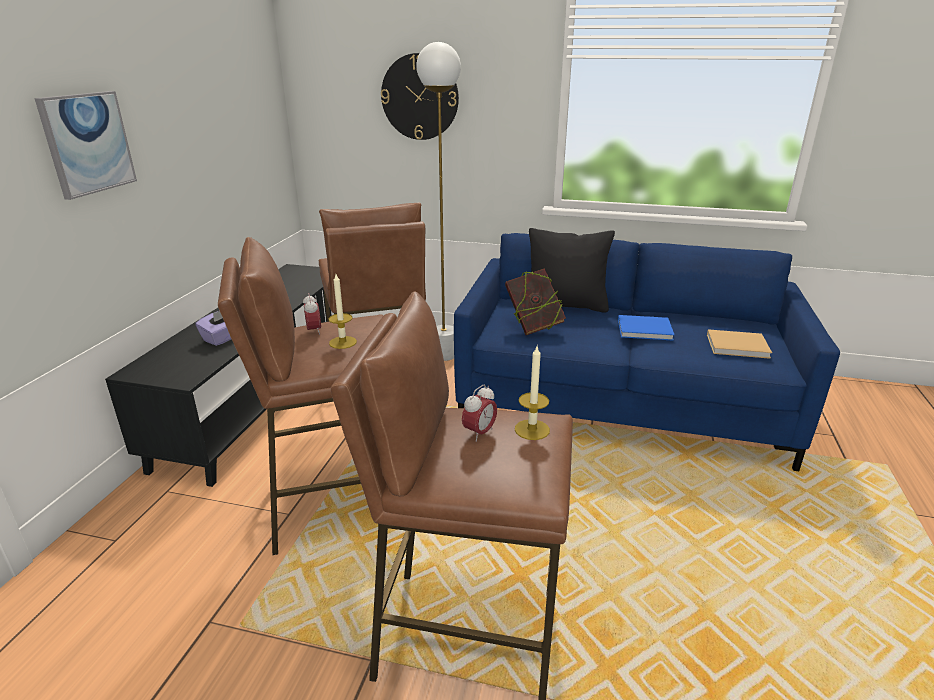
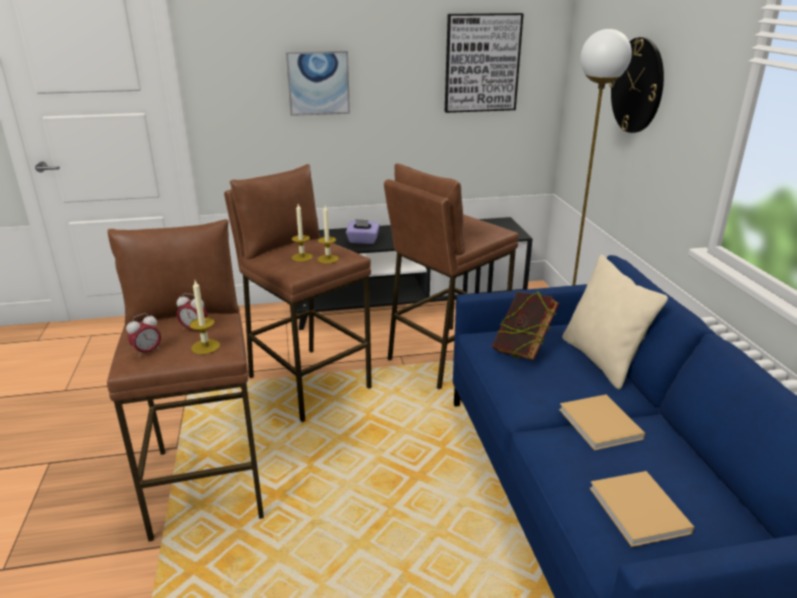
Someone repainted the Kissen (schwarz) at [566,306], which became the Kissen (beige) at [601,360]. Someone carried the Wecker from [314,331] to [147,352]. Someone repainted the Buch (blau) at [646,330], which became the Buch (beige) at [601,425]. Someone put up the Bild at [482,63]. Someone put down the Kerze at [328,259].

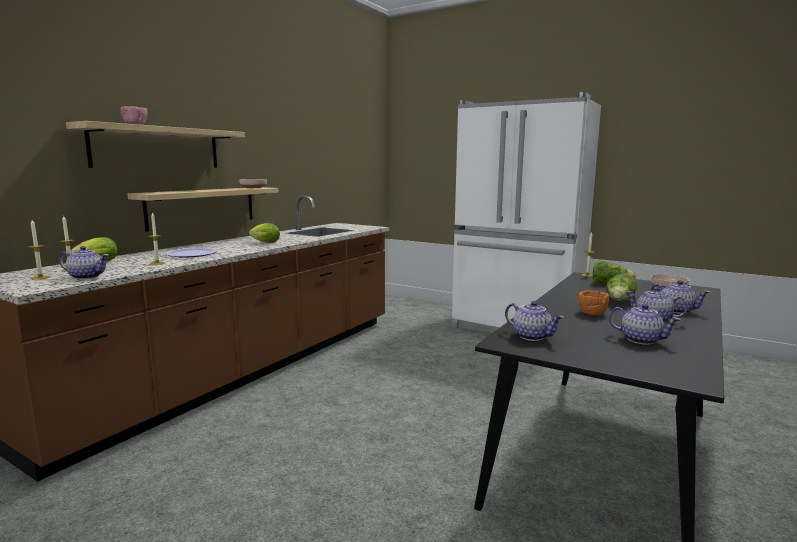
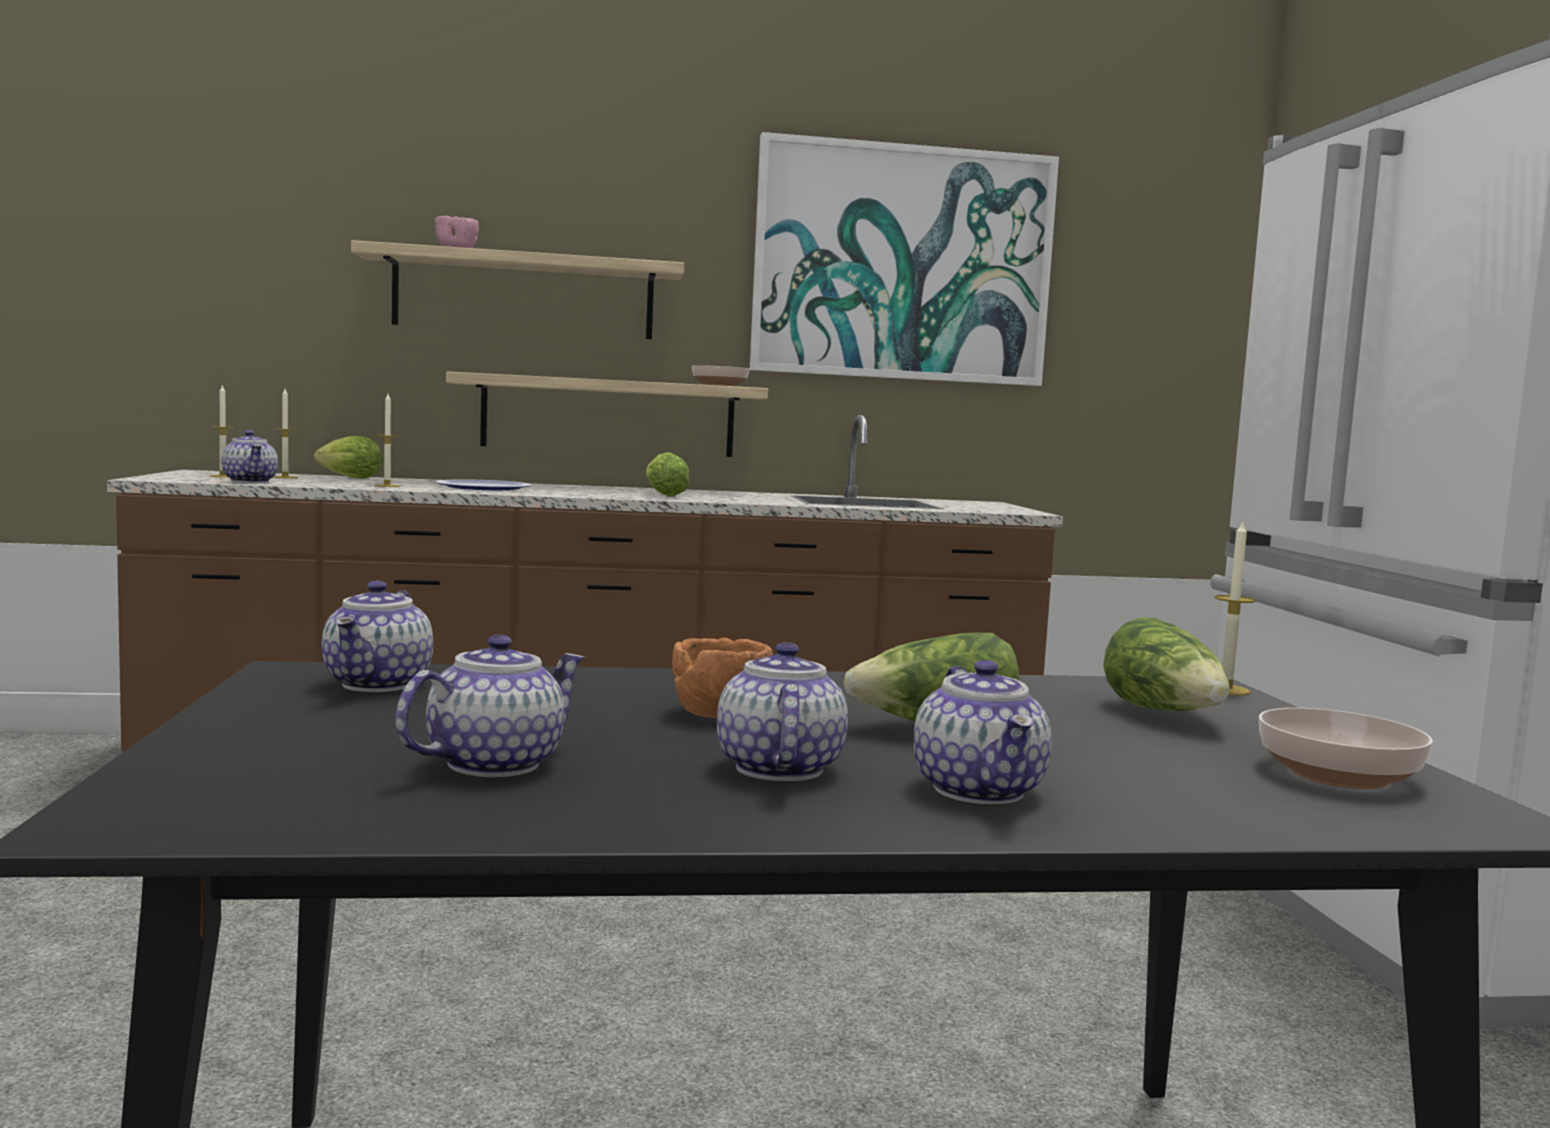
Someone rotated the Teekanne at [641,340] by 135 degrees counterclockwise. Someone put up the Bild at [902,264].

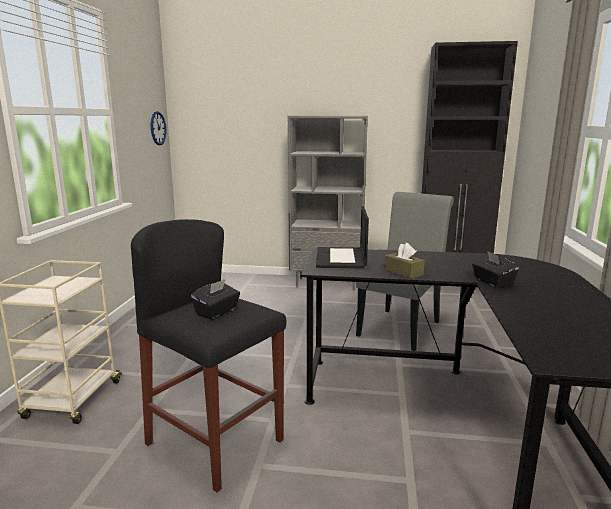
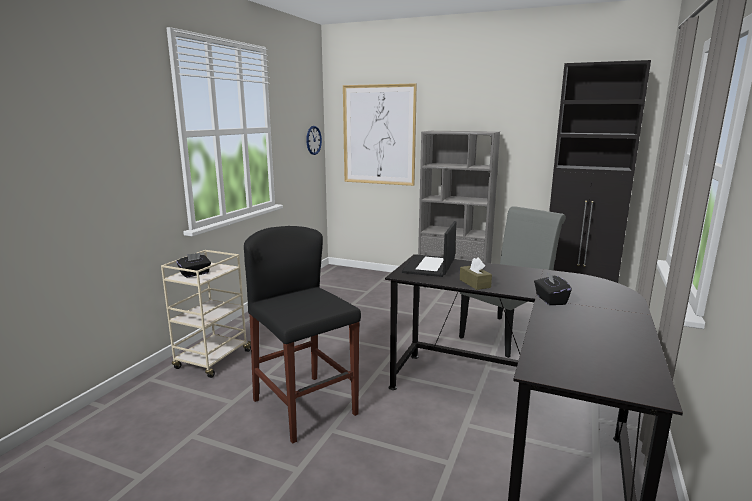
Someone carried the Taschentuchbox (schwarz) from [217,312] to [195,274]. Someone put up the Bild at [379,135].

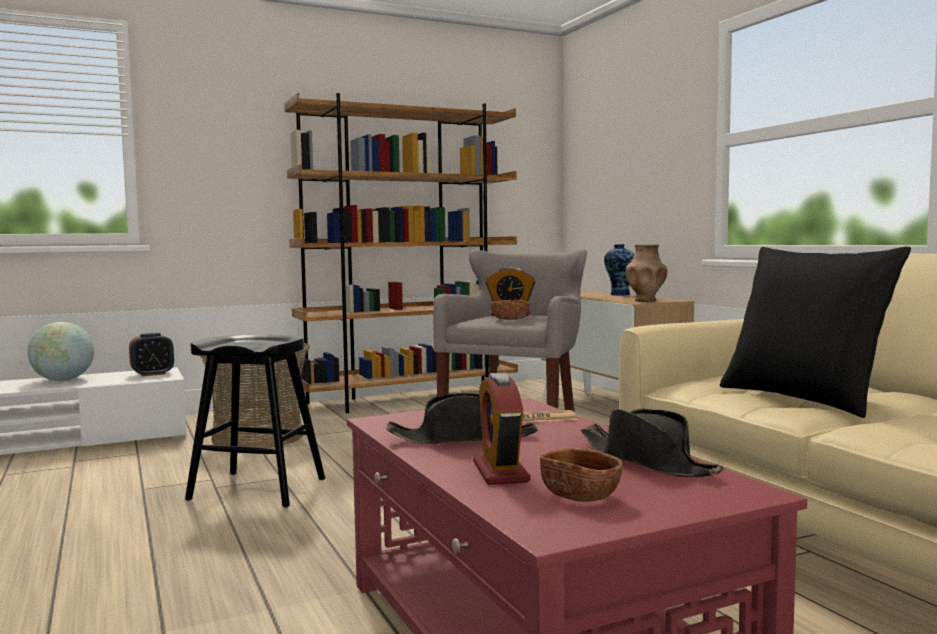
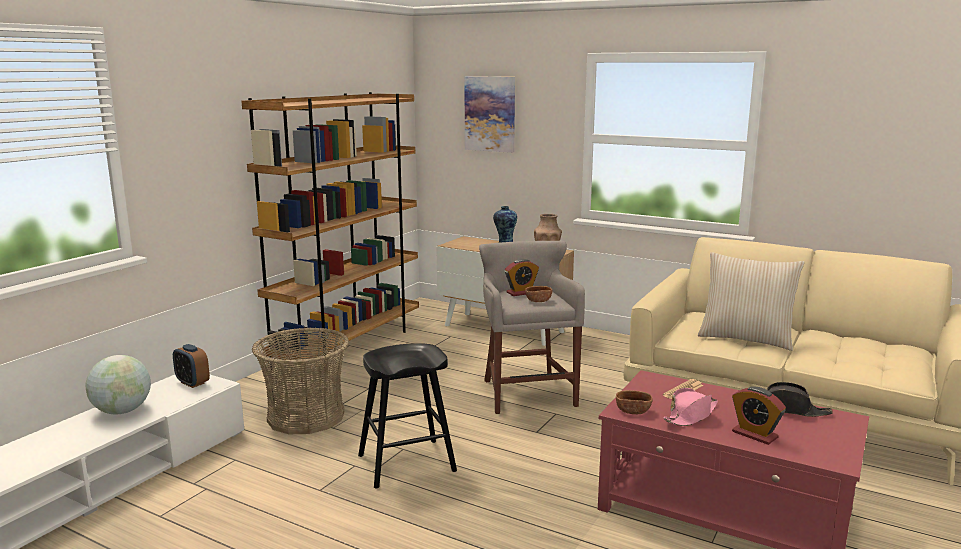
Someone repainted the Kissen (schwarz) at [804,398], which became the Kissen (beige) at [746,338]. Someone rotated the Wecker at [152,374] by 105 degrees clockwise. Someone repainted the Hut (schwarz) at [463,439], which became the Hut (rosa) at [690,415]. Someone carried the Schüssel (braun) from [580,495] to [633,411]. Someone put up the Bild at [490,114].

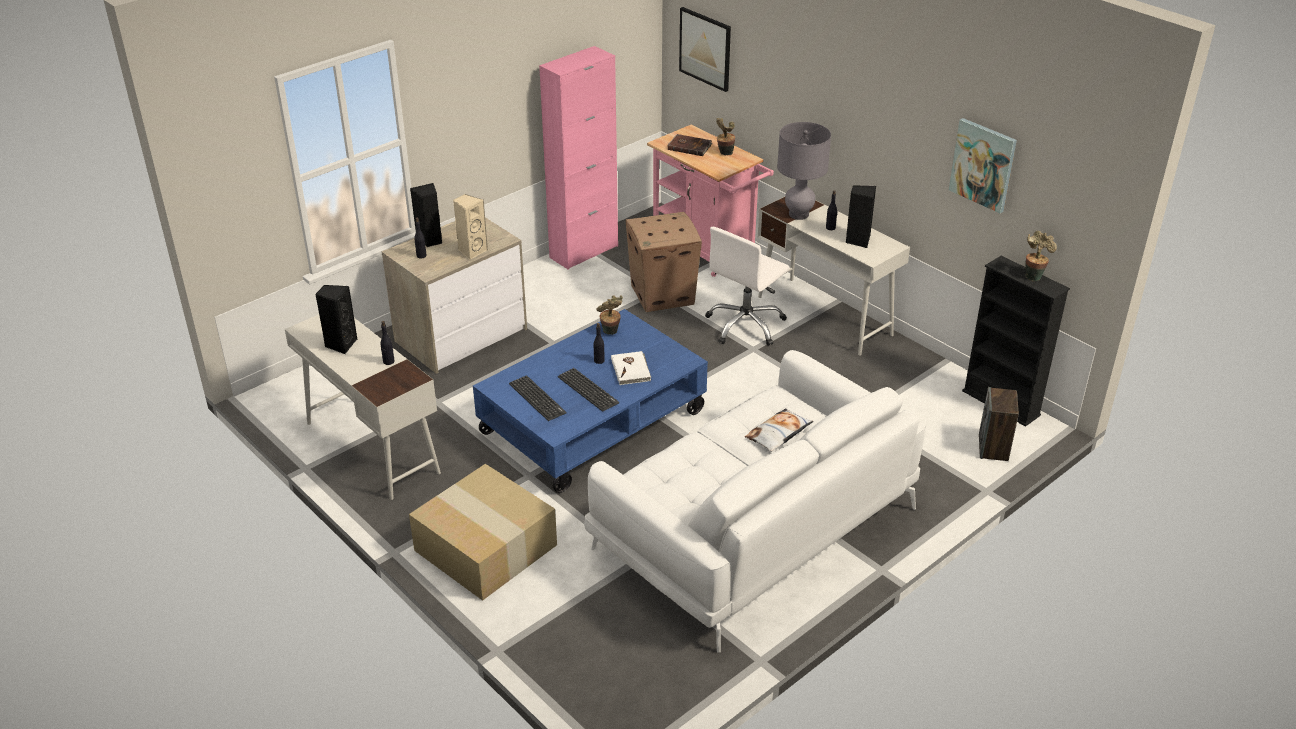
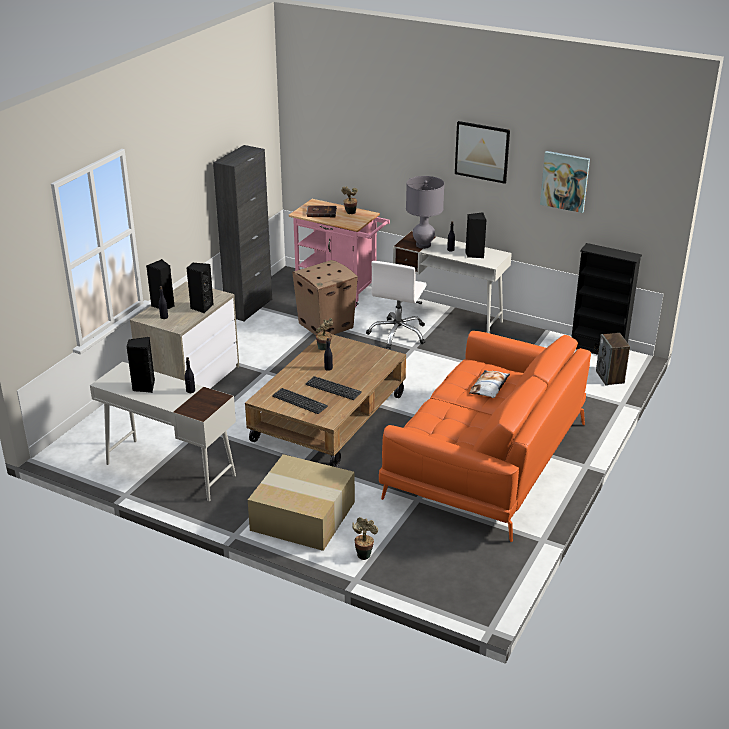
Someone carried the Bild from [705,48] to [482,151]. Someone repainted the Schrank (rosa) at [584,252], which became the Schrank (schwarz) at [249,307]. Someone repainted the Lautsprecher (beige) at [472,251], which became the Lautsprecher (schwarz) at [201,307]. Someone carried the Topfpflanze from [1033,276] to [364,554]. Someone repainted the Couchtisch (blau) at [593,423], which became the Couchtisch (braun) at [329,418]. Someone repainted the Sofa (weiß) at [753,529], which became the Sofa (orange) at [486,461]. Someone took away the Buch (weiß) at [631,369].

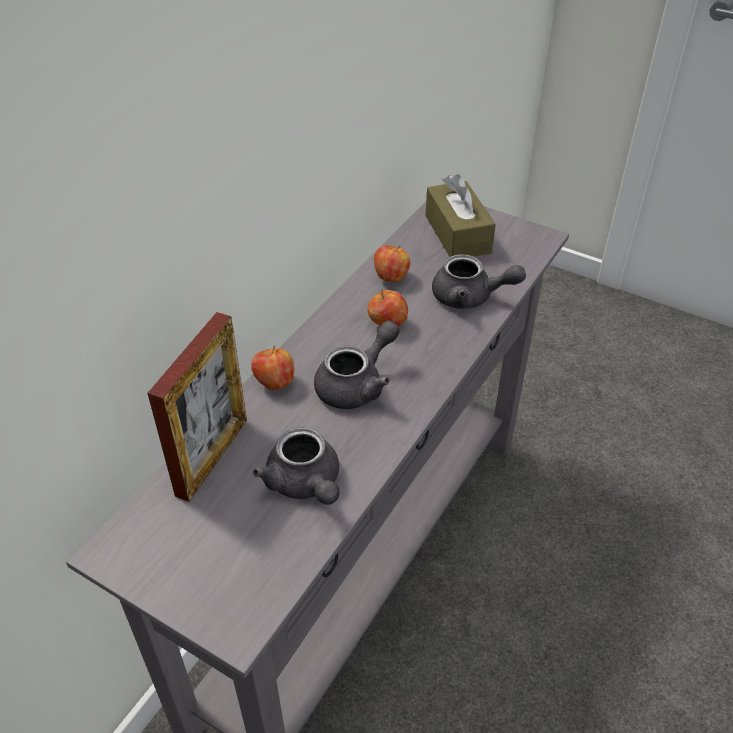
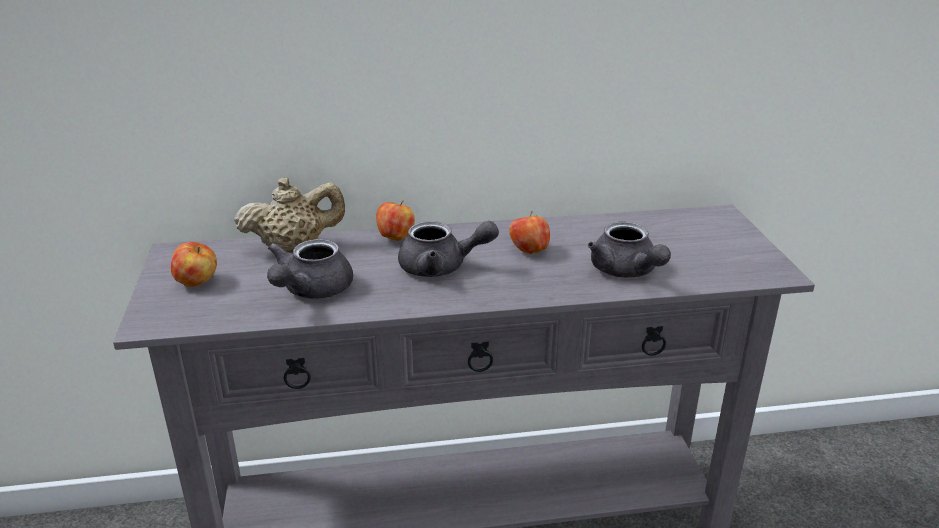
Someone took away the Taschentuchbox (braun) at [457,234]. Someone carried the Apfel from [391,277] to [197,282]. Someone swapped the Bilderrahmen at [212,456] for the Teekanne (beige) at [294,247].

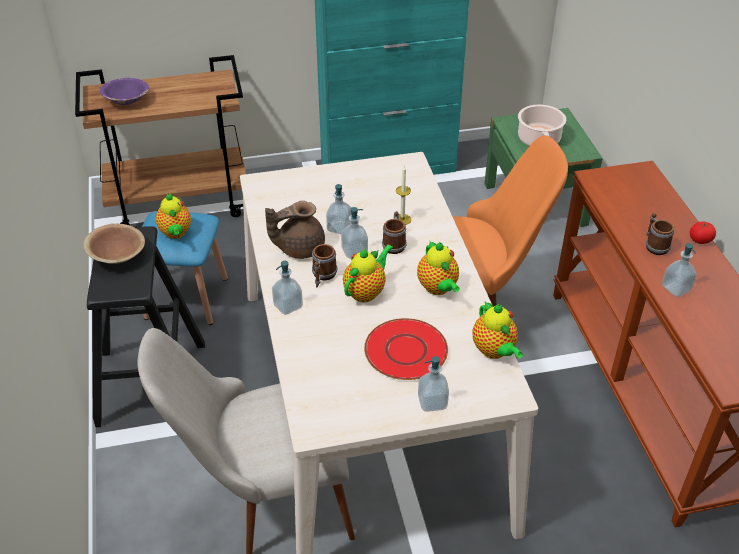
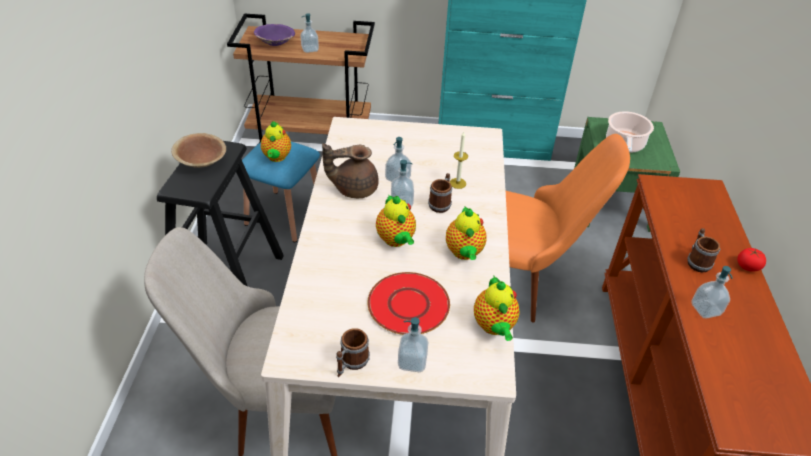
Someone carried the Henkelbecher from [323,276] to [351,363]. Someone rotated the Teekanne at [366,291] by 105 degrees clockwise. Someone carried the Seifenspender from [288,306] to [310,49].

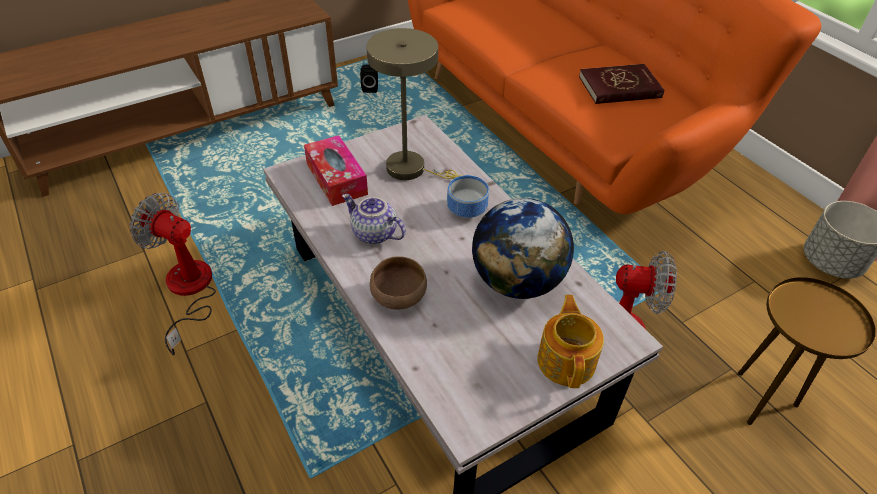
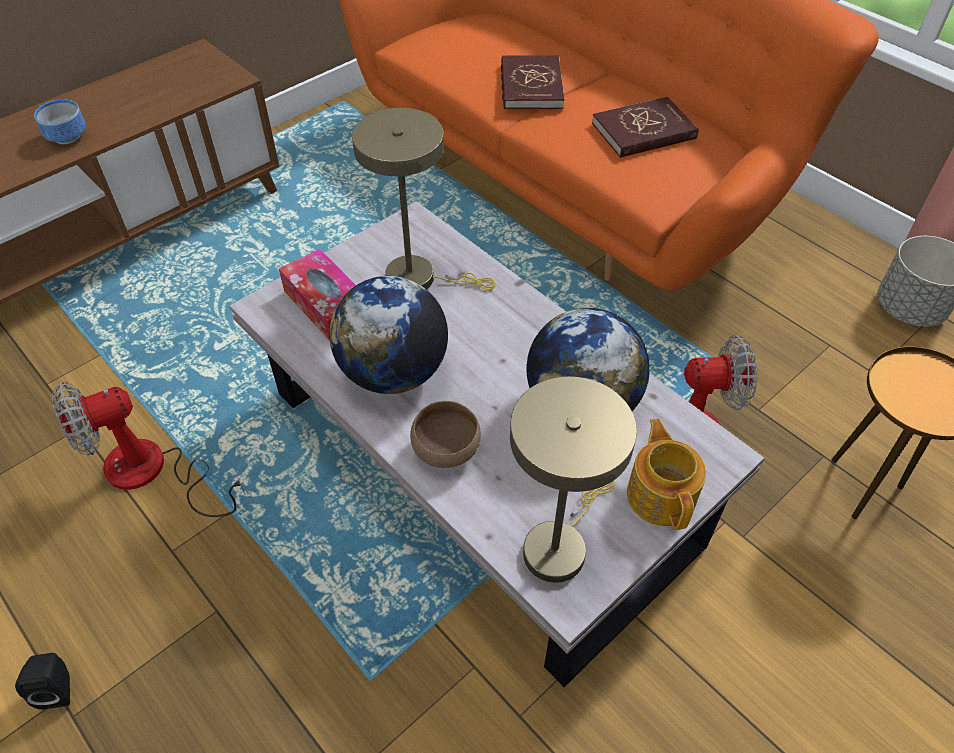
Someone carried the Lautsprecher (schwarz) from [370,88] to [59,688]. Someone carried the Schüssel from [465,211] to [66,138]. Someone rotated the Ventilator at [188,292] by 45 degrees counterclockwise. Someone swapped the Teekanne at [373,234] for the Globus at [393,373]. Someone put down the Buch (rot) at [530,86]. Someone put down the Tischlampe (beige) at [559,544].

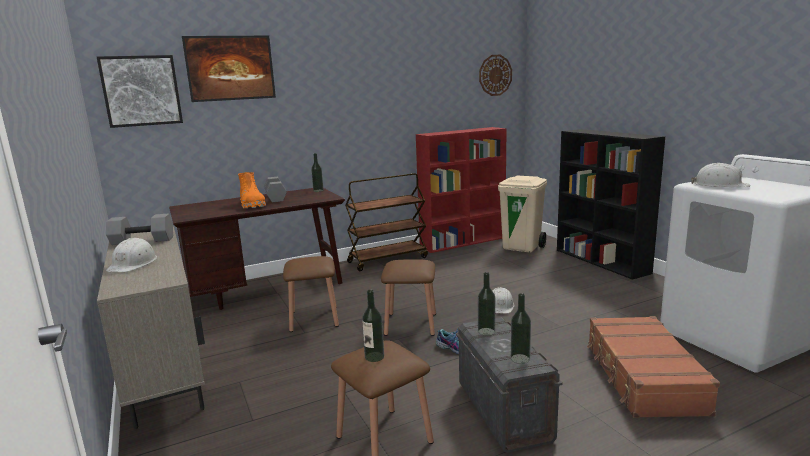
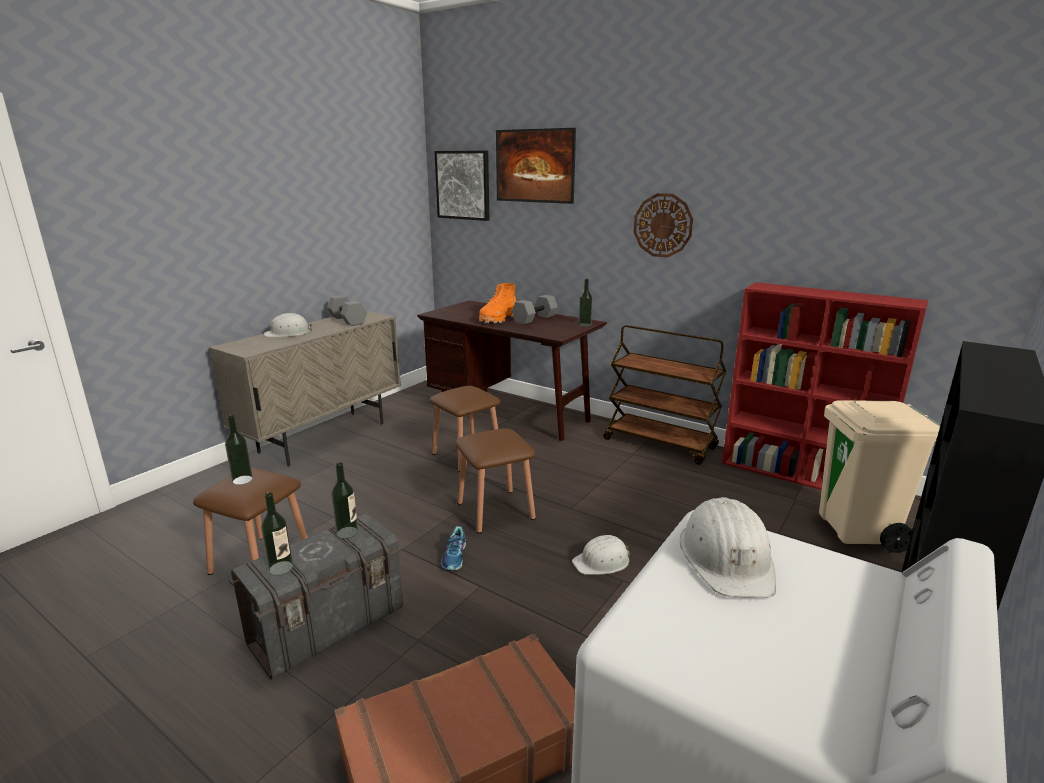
Someone carried the Wanduhr from [495,75] to [663,225].

